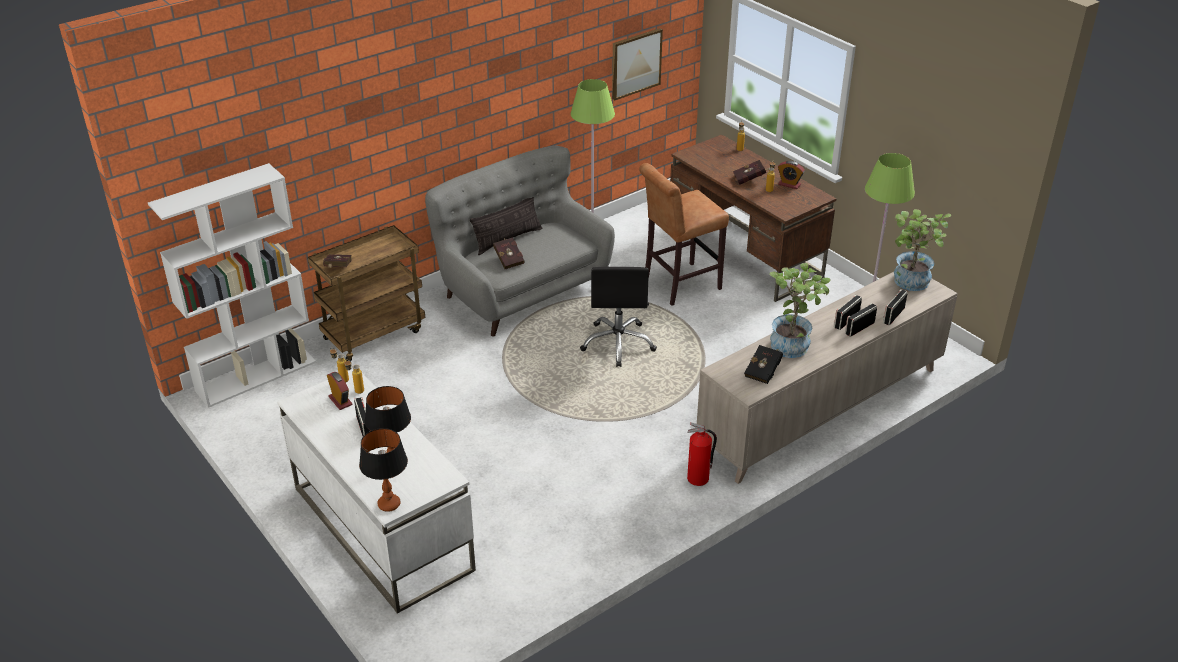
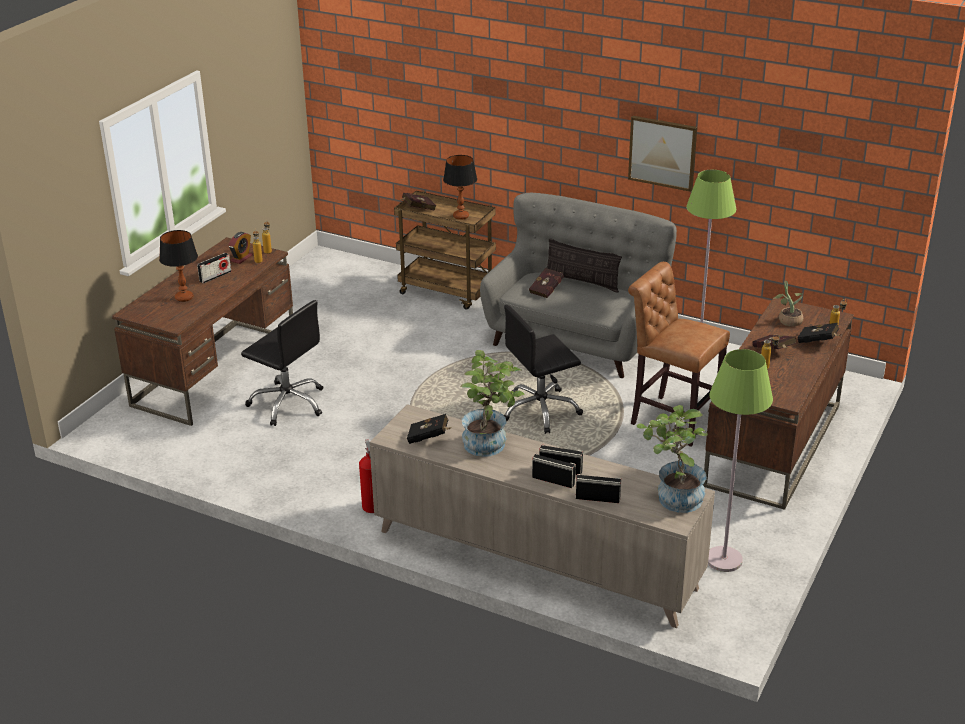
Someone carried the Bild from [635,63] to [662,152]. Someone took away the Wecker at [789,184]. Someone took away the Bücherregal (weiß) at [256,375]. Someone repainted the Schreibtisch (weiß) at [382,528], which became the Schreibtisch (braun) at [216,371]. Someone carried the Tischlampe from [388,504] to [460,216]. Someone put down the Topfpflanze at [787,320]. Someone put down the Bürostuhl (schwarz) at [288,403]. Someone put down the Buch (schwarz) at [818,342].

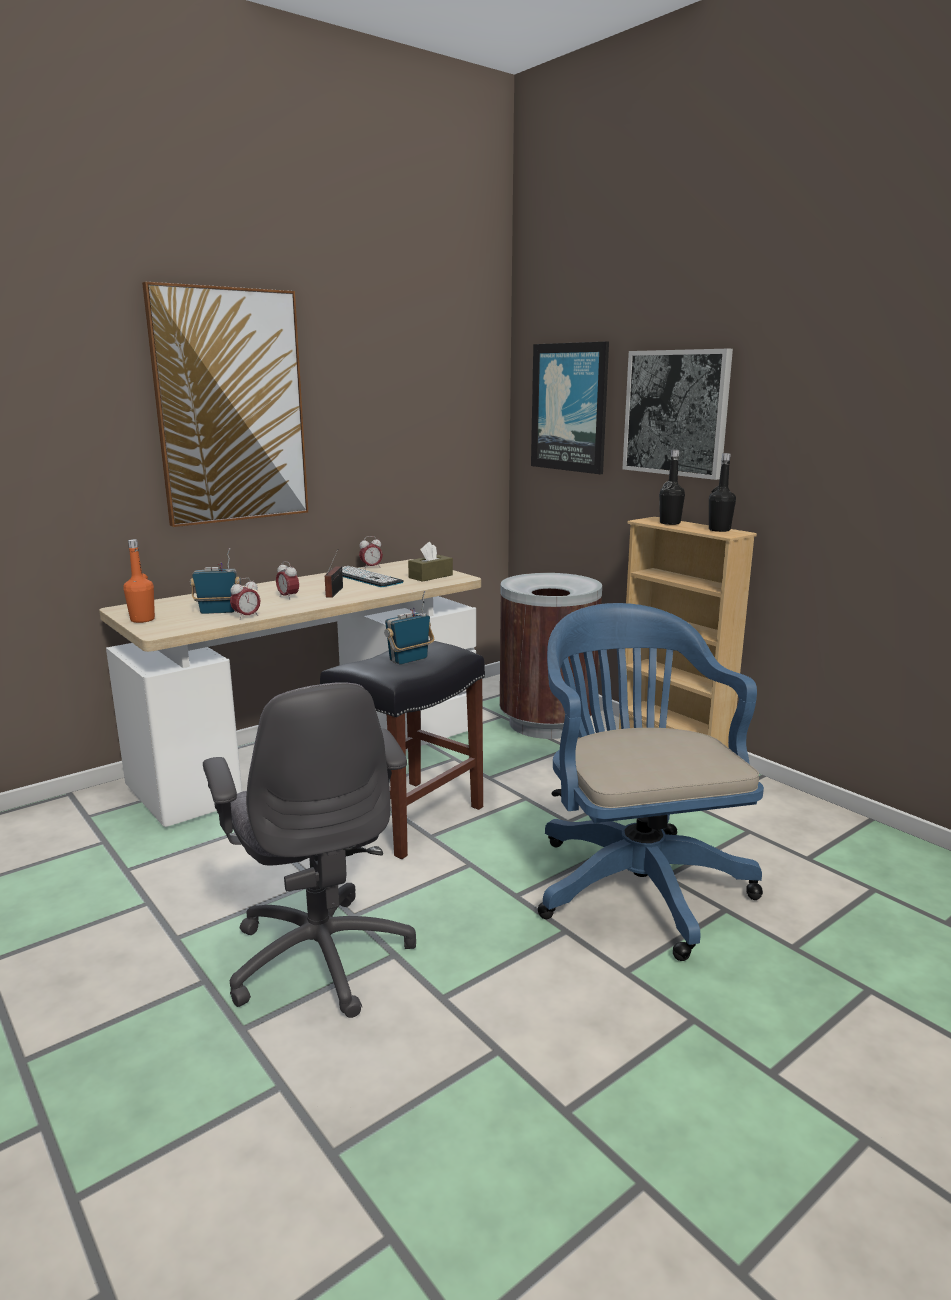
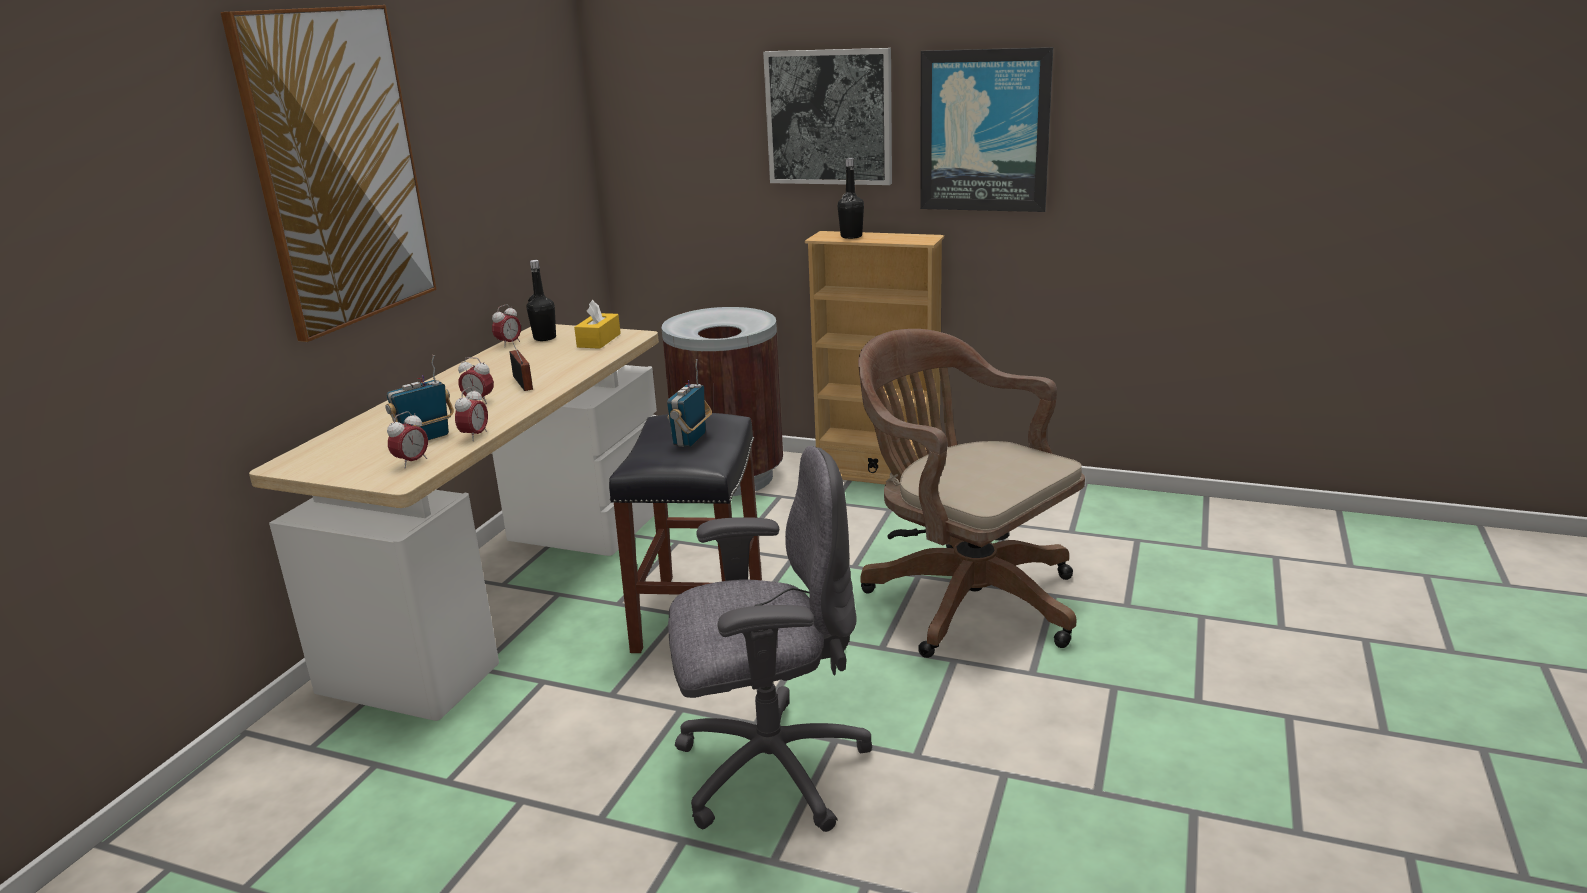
Someone carried the Bild from [570,407] to [984,131]. Someone carried the Flasche (schwarz) from [719,530] to [545,338]. Someone took away the Flasche (orange) at [142,620]. Someone repainted the Taschentuchbox (braun) at [430,576], which became the Taschentuchbox (gelb) at [599,340]. Someone took away the Tastatur at [365,578]. Someone repainted the Bürostuhl (blau) at [634,880], which became the Bürostuhl (braun) at [963,598]. Someone rotated the Bürostuhl (grau) at [321,955] by 45 degrees counterclockwise. Someone put down the Wecker at [412,462].

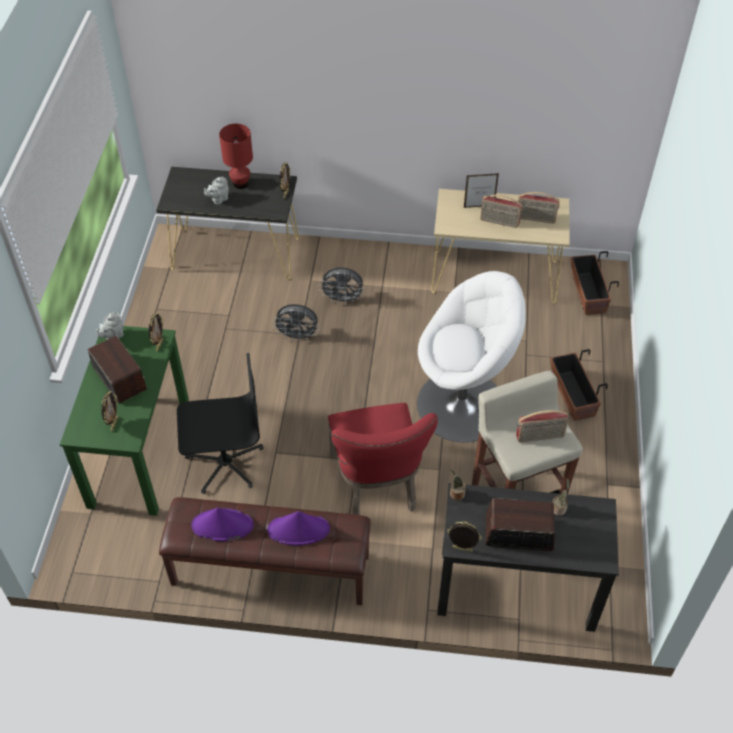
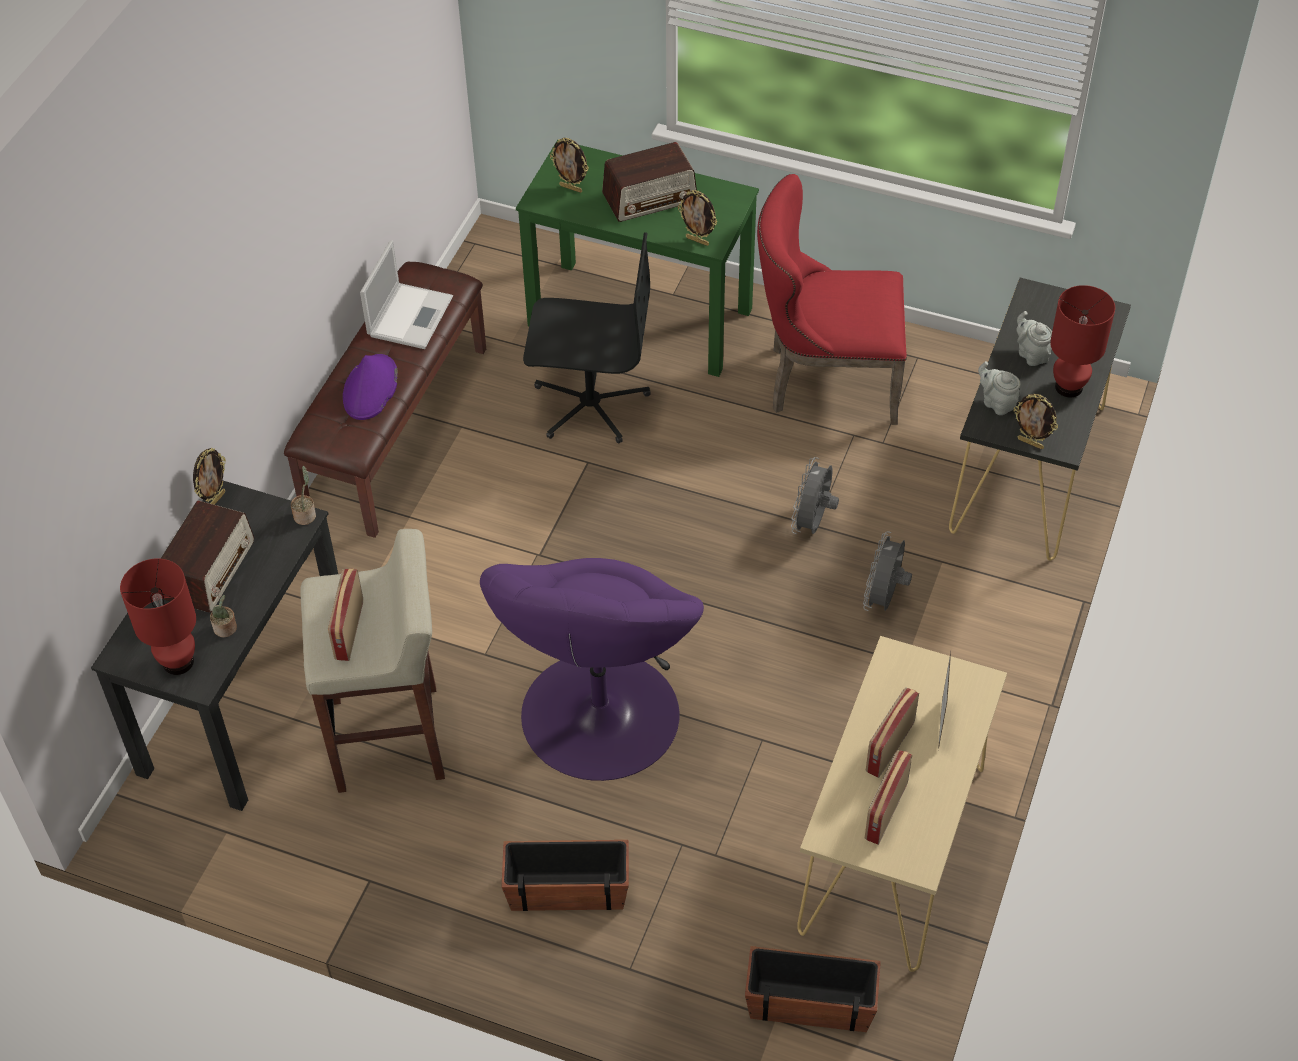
Someone repainted the Sessel (weiß) at [462,405], which became the Sessel (lila) at [598,717]. Someone carried the Teekanne (grau) from [113,337] to [997,403]. Someone rotated the Bürostuhl (schwarz) at [224,462] by 90 degrees counterclockwise. Someone carried the Stuhl (rot) from [377,486] to [824,380]. Someone swapped the Hut (lila) at [222,525] for the Laptop at [410,315]. Someone put down the Tischlampe (rot) at [178,663].

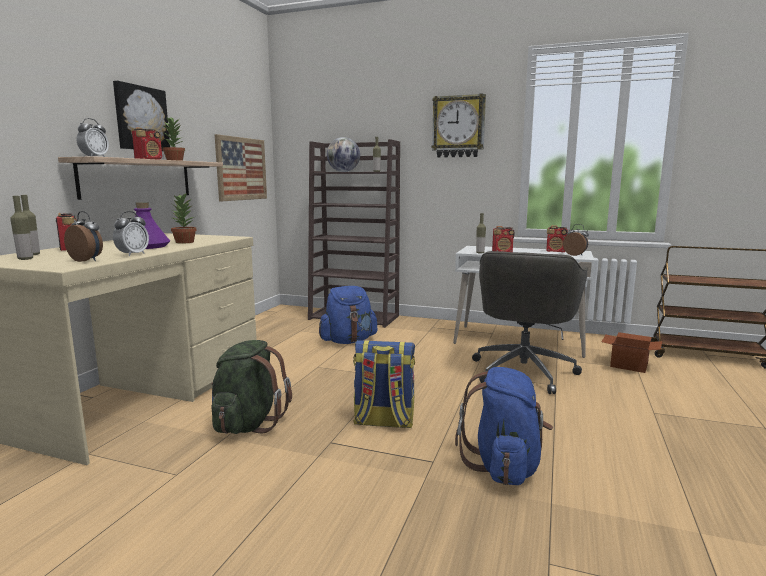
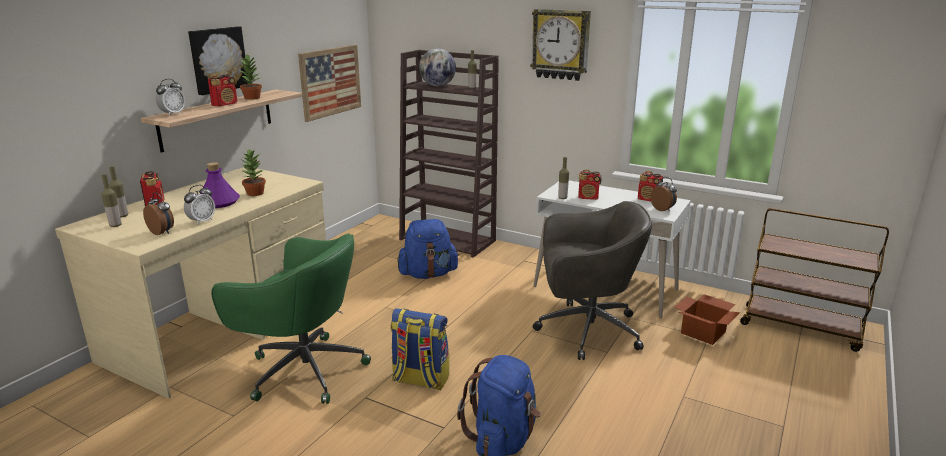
Someone rotated the Bürostuhl (grau) at [523,371] by 120 degrees counterclockwise. Someone swapped the Rucksack (grün) at [248,424] for the Bürostuhl (grün) at [303,370].

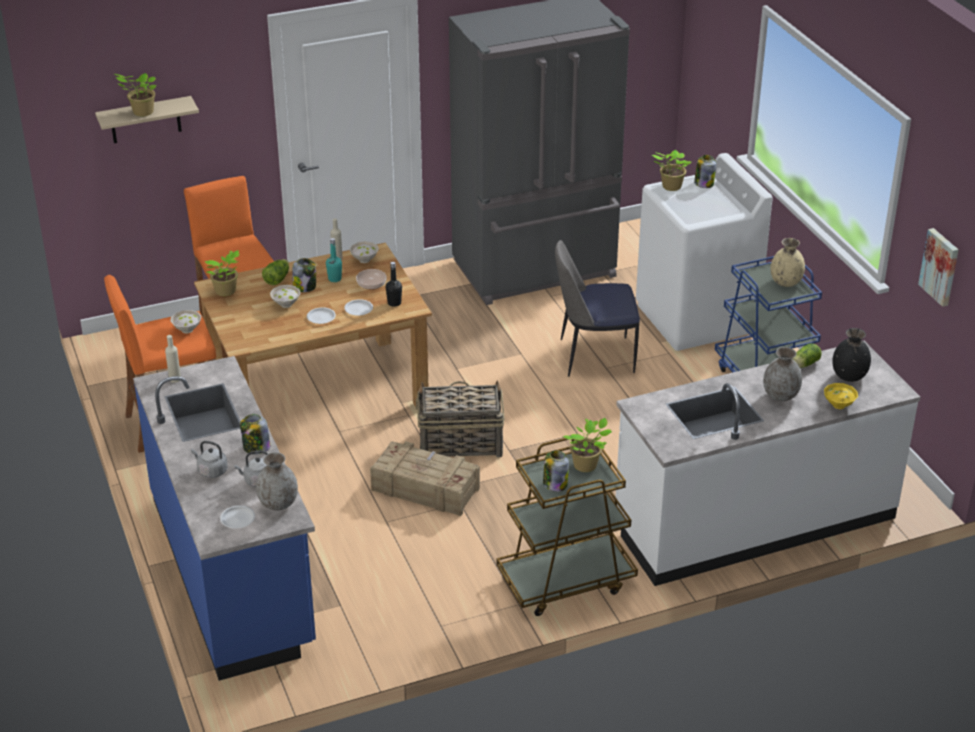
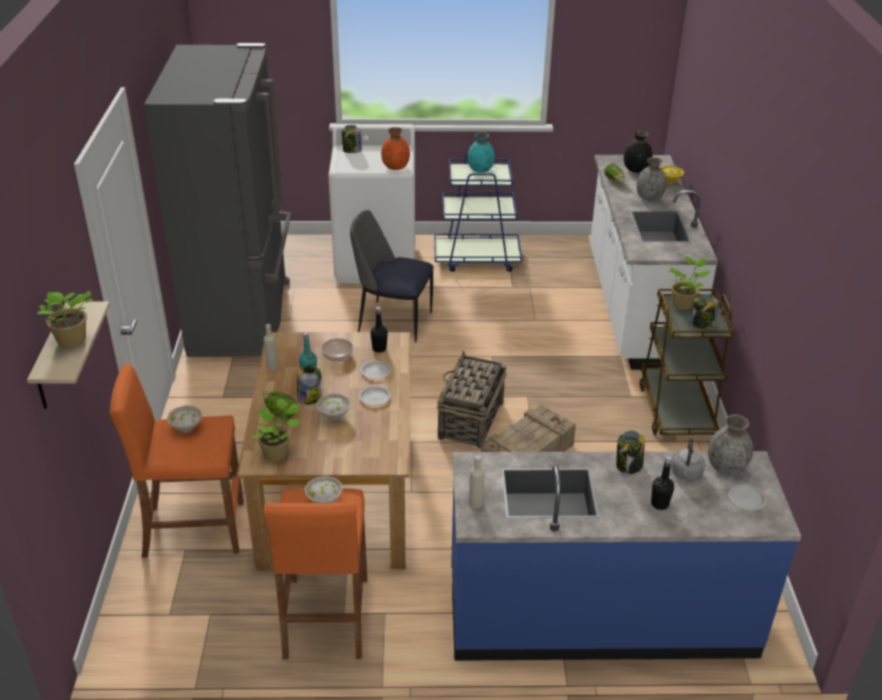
Someone took away the Topfpflanze at [670,187]. Someone took away the Bild at [940,266]. Someone repainted the Vase (beige) at [785,282], which became the Vase (türkis) at [480,170]. Someone rotated the Stuhl at [594,356] by 90 degrees clockwise. Someone carried the Schüssel (weiß) from [364,260] to [187,428]. Someone swapped the Wasserkessel (grau) at [211,471] for the Flasche (schwarz) at [659,504]. Someone put down the Vase (orange) at [395,167].

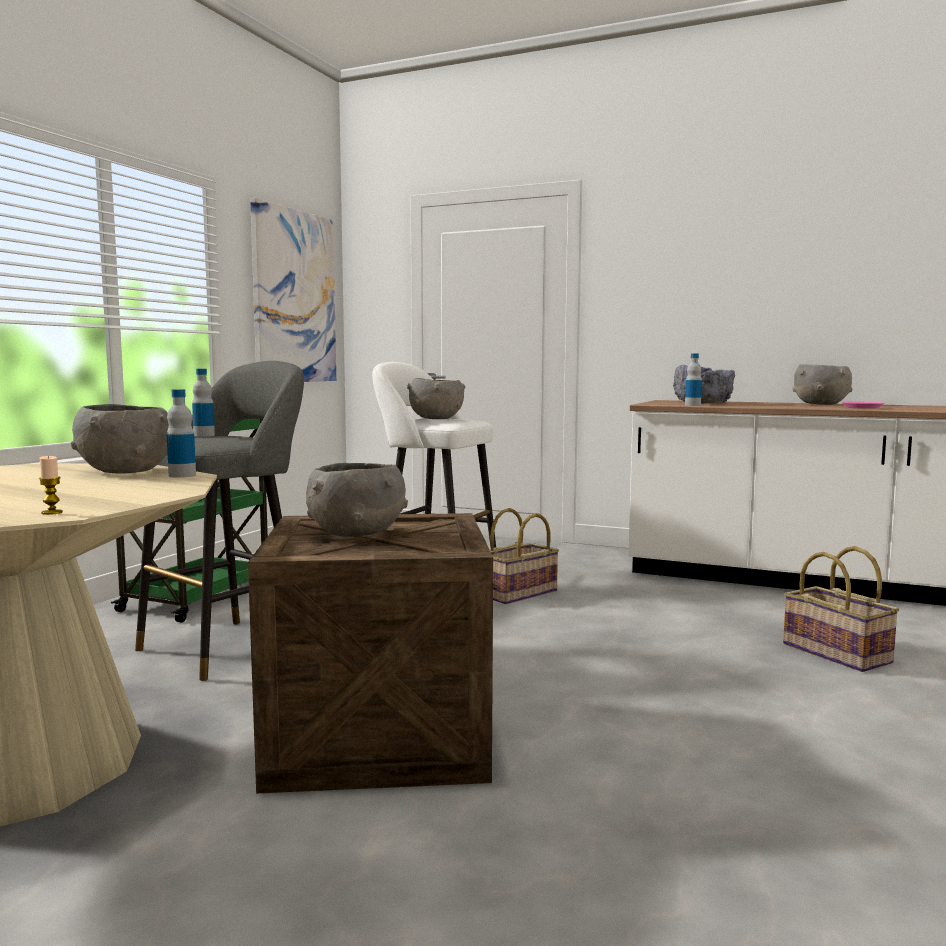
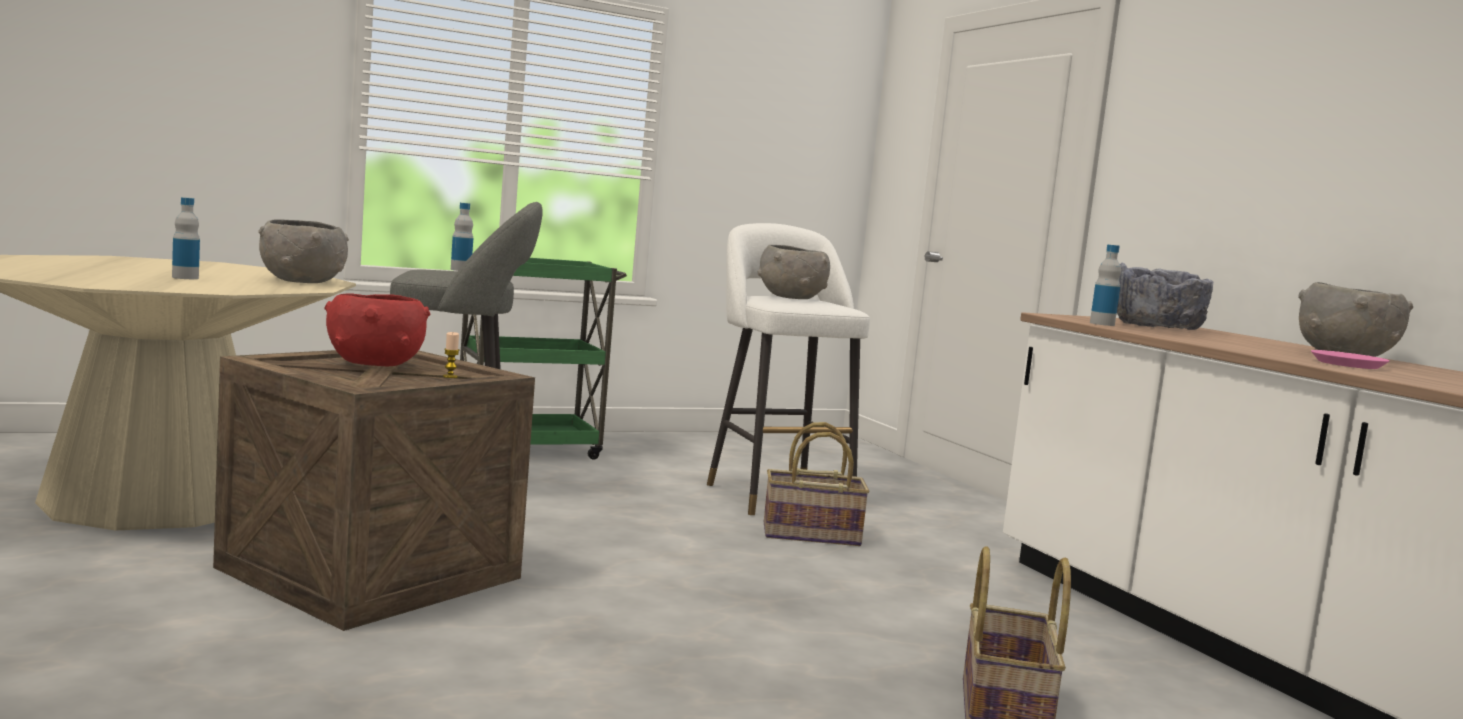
Someone took away the Bild at [294,297]. Someone carried the Flasche from [182,475] to [185,278]. Someone carried the Kerze from [52,512] to [450,376]. Someone repainted the Schüssel (grau) at [356,533], which became the Schüssel (rot) at [374,364].

